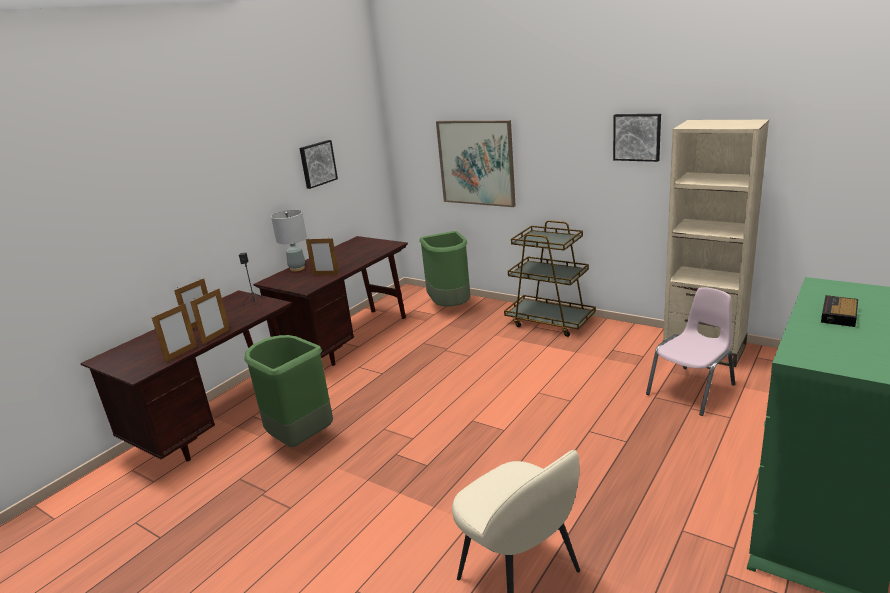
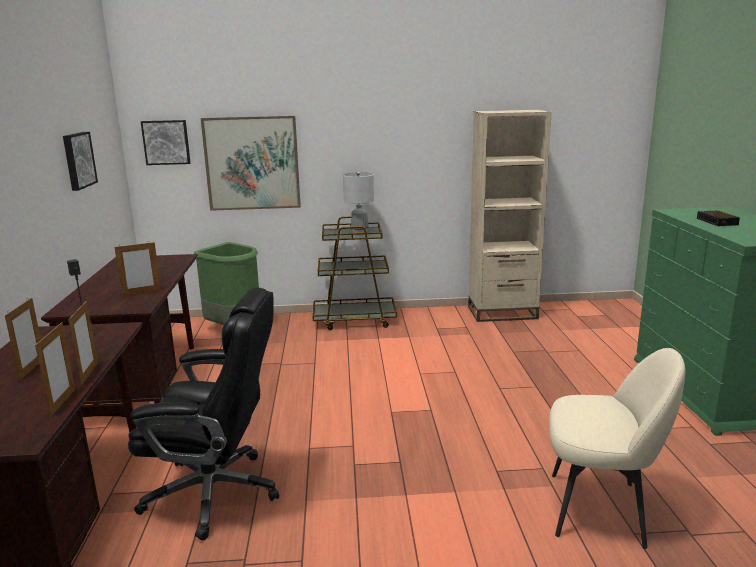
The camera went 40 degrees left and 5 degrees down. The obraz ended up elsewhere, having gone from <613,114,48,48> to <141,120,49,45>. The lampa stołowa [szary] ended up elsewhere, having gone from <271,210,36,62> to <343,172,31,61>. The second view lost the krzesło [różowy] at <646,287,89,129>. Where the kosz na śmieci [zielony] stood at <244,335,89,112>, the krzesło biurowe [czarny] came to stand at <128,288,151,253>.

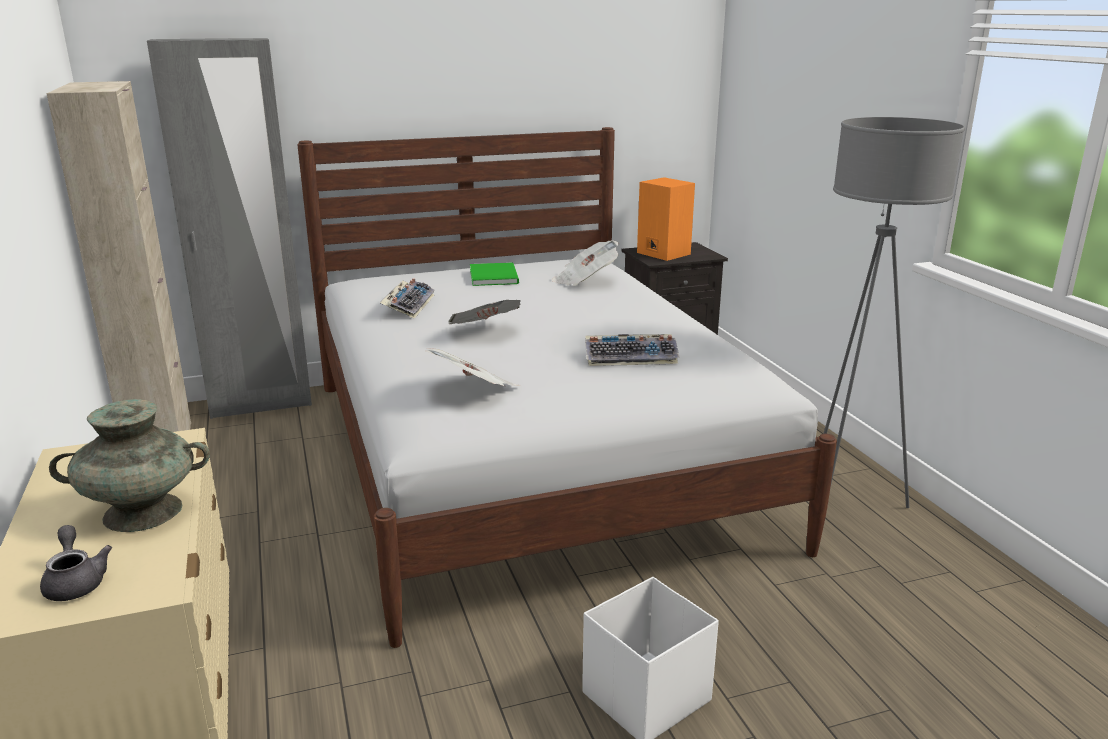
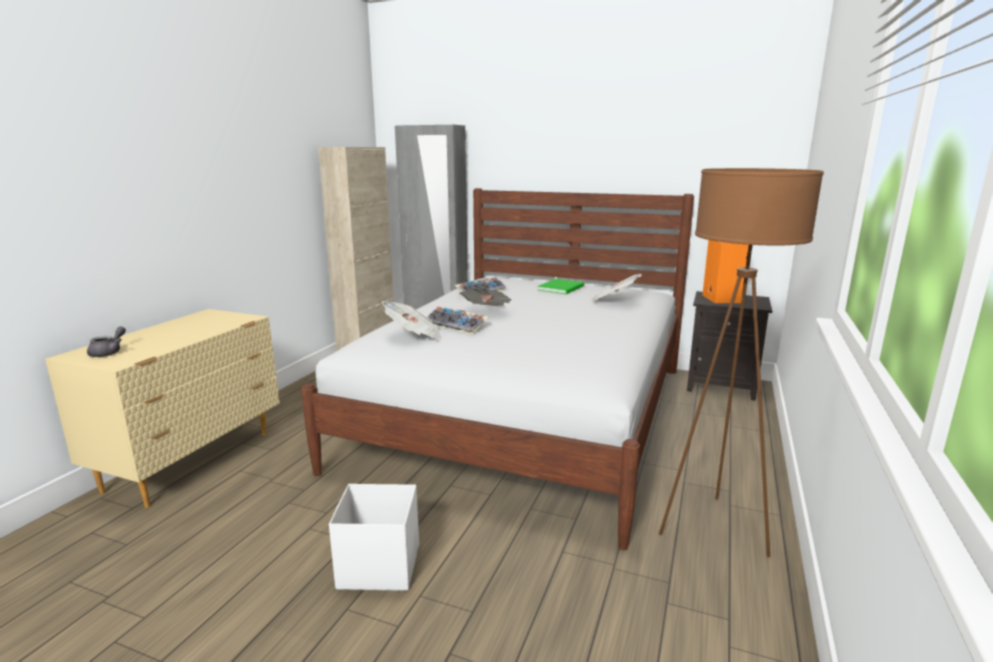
The camera went 40 degrees right and 5 degrees down. What was the lampa stojąca [szary] at <823,117,142,391> turned into the lampa stojąca [brązowy] at <659,168,165,389>. The klawiatura ended up elsewhere, having gone from <585,334,95,32> to <427,306,62,28>. The second view lost the wazon [turkusowy] at <49,399,161,133>.

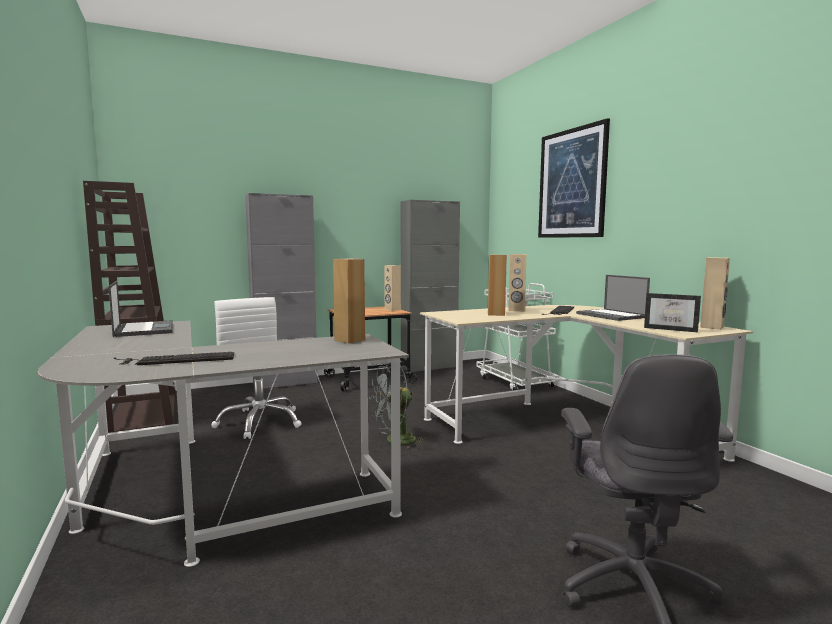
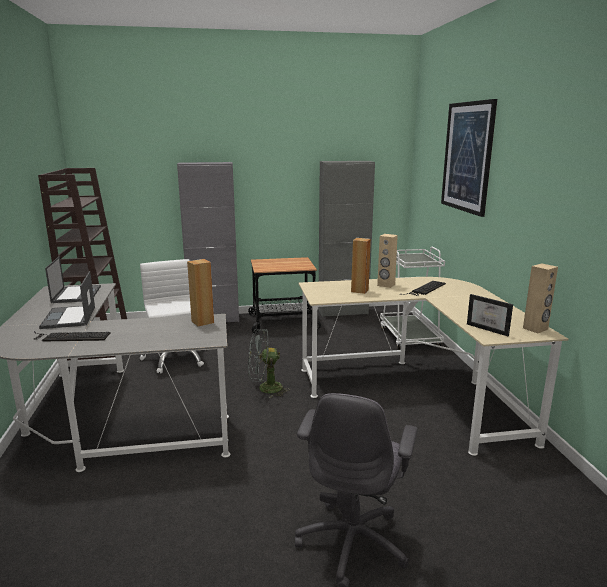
The camera went 15 degrees right and 10 degrees up. The second view lost the głośnik [beżowy] at <384,265,17,46>. The laptop ended up elsewhere, having gone from <576,275,74,46> to <39,271,56,58>.

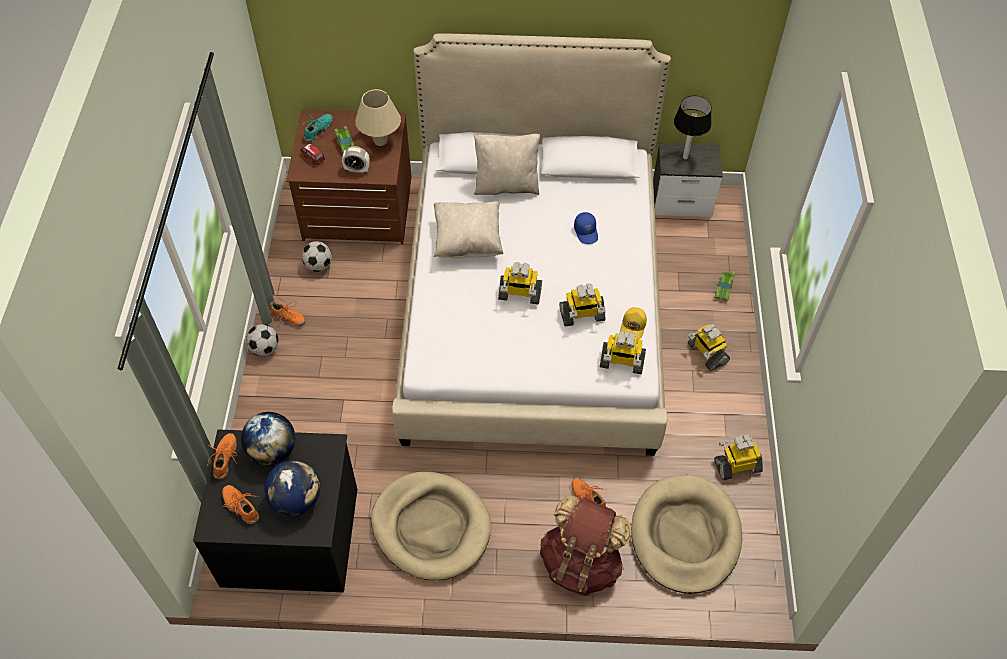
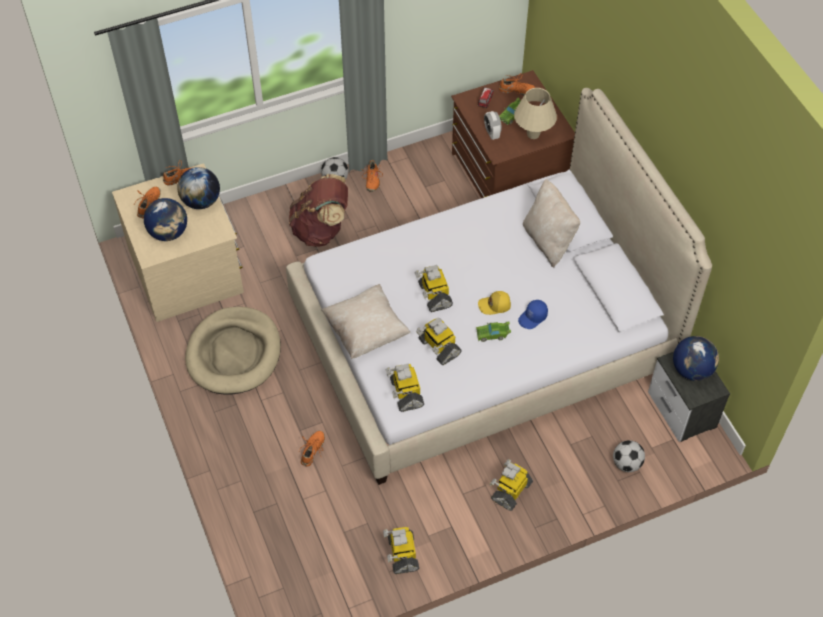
The camera went 65 degrees right and 0 degrees up. Where the lampa stołowa stood at <674,96,38,63>, the globus came to stand at <673,336,46,45>. What was the but [turkusowy] at <303,113,30,29> turned into the but [pomarańczowy] at <499,73,37,22>. The poduszka [beżowy] ended up elsewhere, having gone from <434,201,70,58> to <321,284,89,75>. The piłka futbolowa ended up elsewhere, having gone from <302,241,30,31> to <613,440,32,32>. The samochodzik [zielony] ended up elsewhere, having gone from <715,270,20,32> to <476,322,35,20>. The czapka z daszkiem [żółty] ended up elsewhere, having gone from <620,307,27,33> to <478,291,33,24>. What was the komoda [czarny] at <193,429,164,163> turned into the komoda [beżowy] at <112,163,132,159>. The robot zabawkowy at <714,435,49,45> ended up facing another way, 150 degrees counterclockwise from before. The second view lost the legowisko [beżowy] at <631,475,111,119>. The plecak [brązowy] ended up elsewhere, having gone from <540,495,92,101> to <289,174,59,73>.

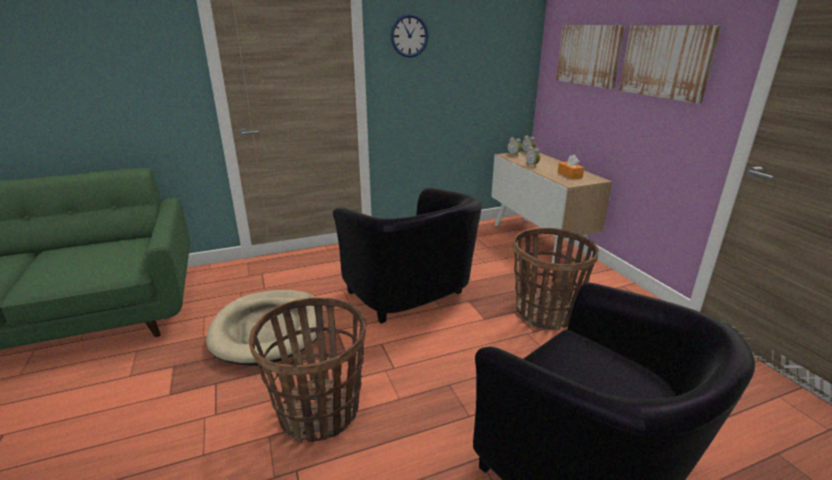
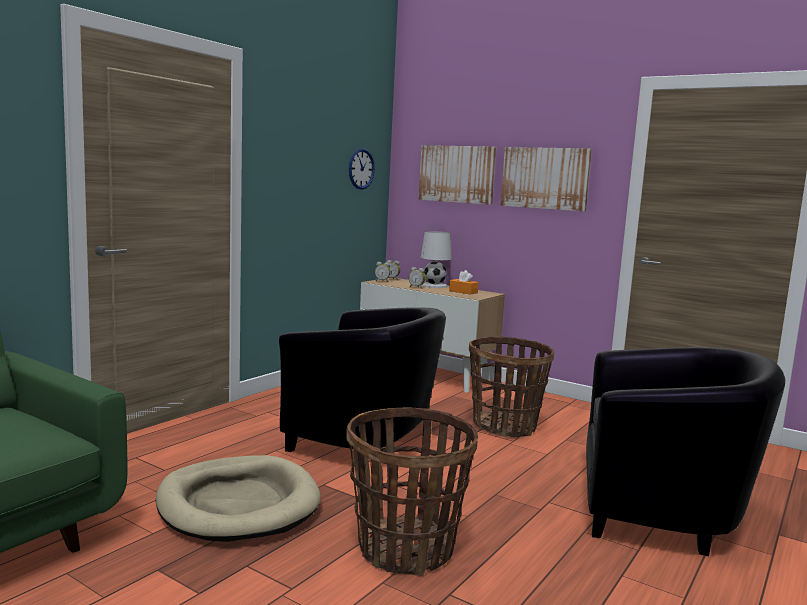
The camera went 35 degrees left and 15 degrees down. The zegar ścienny ended up elsewhere, having gone from <391,14,37,44> to <349,148,26,42>. The second view gained the lampa stołowa [biały] at <420,231,32,57>.

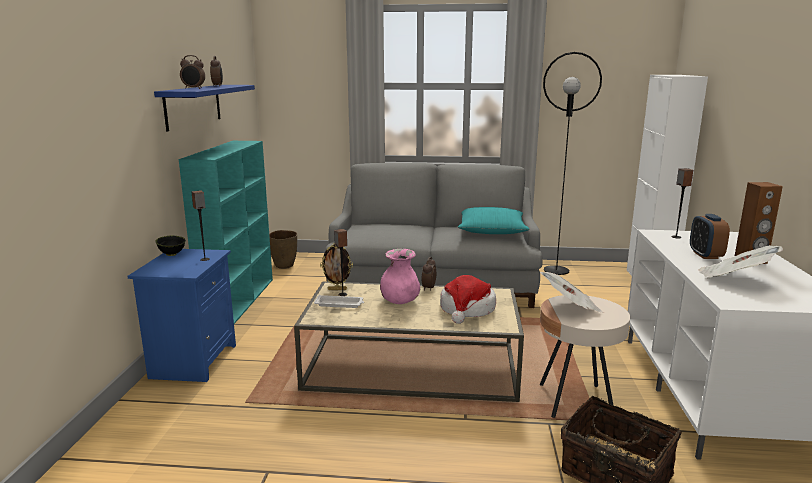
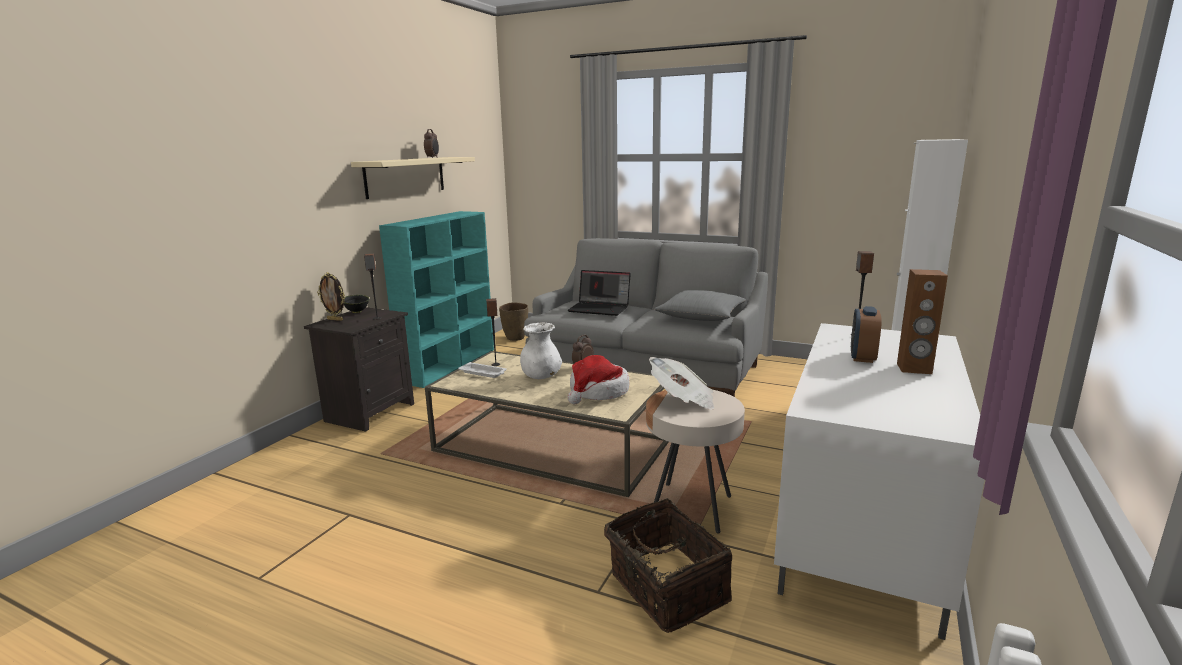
The camera went 20 degrees right and 0 degrees up. The second view lost the lampa stojąca [czarny] at <543,52,59,223>. The second view lost the budzik at <180,55,25,34>. What was the półka [niebieski] at <154,85,101,47> turned into the półka [beżowy] at <351,157,124,42>. What was the poduszka [turkusowy] at <458,207,72,27> turned into the poduszka [szary] at <654,290,92,31>. The ramka na zdjęcie ended up elsewhere, having gone from <320,243,33,47> to <317,272,28,49>. The second view lost the gazeta at <699,245,84,33>. What was the szafka nocna [niebieski] at <128,249,108,133> turned into the szafka nocna [czarny] at <304,307,110,125>. What was the wazon [różowy] at <380,249,40,55> turned into the wazon [biały] at <520,323,42,56>. The second view gained the laptop at <567,270,64,46>.

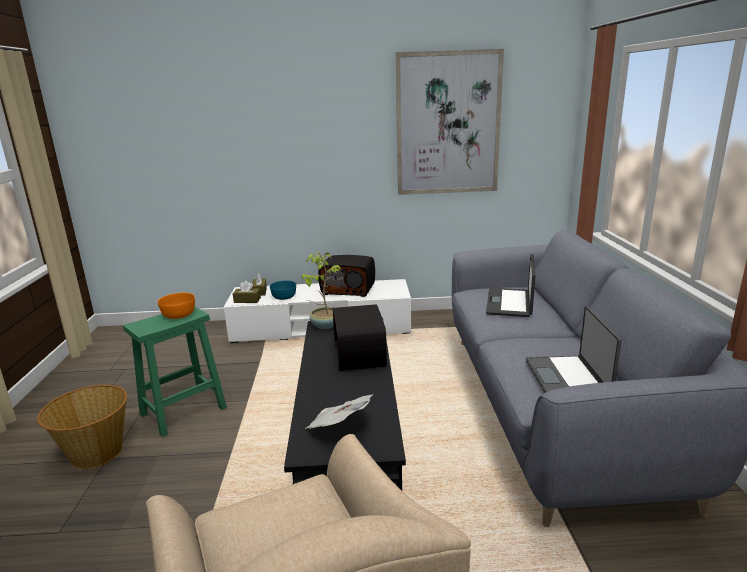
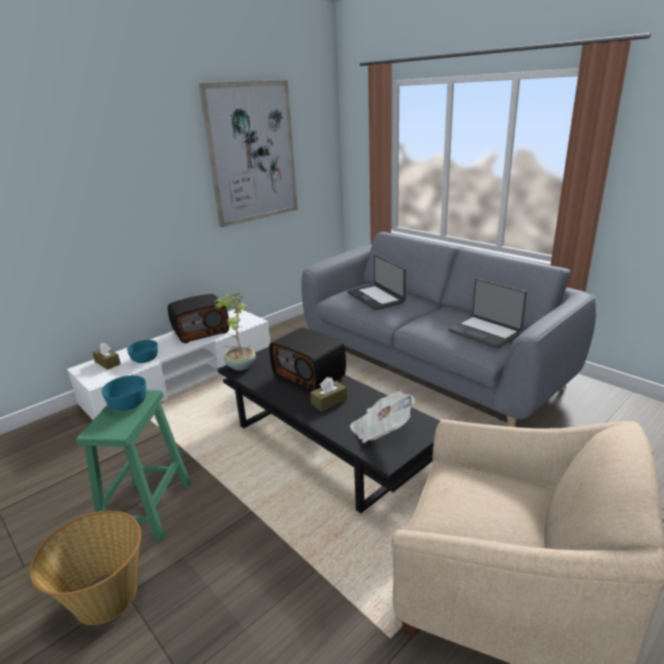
The camera went 40 degrees left and 5 degrees up. The pudełko chusteczek [brązowy] ended up elsewhere, having gone from <233,281,28,22> to <310,377,37,35>. What was the miska [pomarańczowy] at <158,293,37,26> turned into the miska [turkusowy] at <101,375,45,36>.

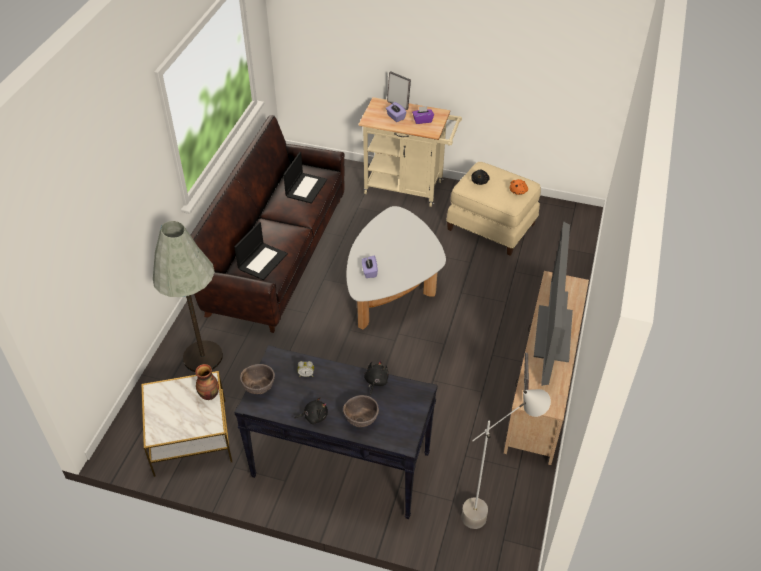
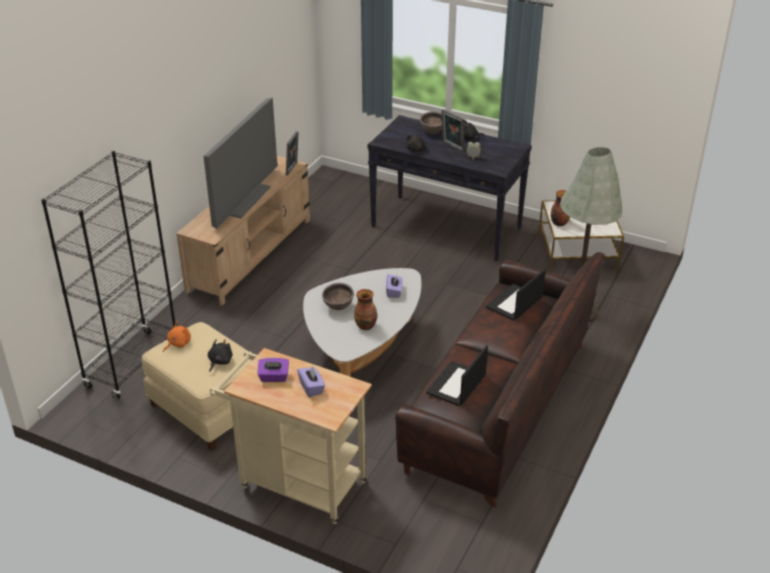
The camera went 170 degrees left and 10 degrees down. The ramka na zdjęcie ended up elsewhere, having gone from <387,71,24,39> to <441,109,23,42>. The miska [brązowy] ended up elsewhere, having gone from <240,364,35,30> to <322,283,32,27>. The second view lost the lampa stojąca [szary] at <461,389,90,140>. The second view gained the regał [czarny] at <41,151,134,248>. The second view gained the wazon at <354,289,23,41>.

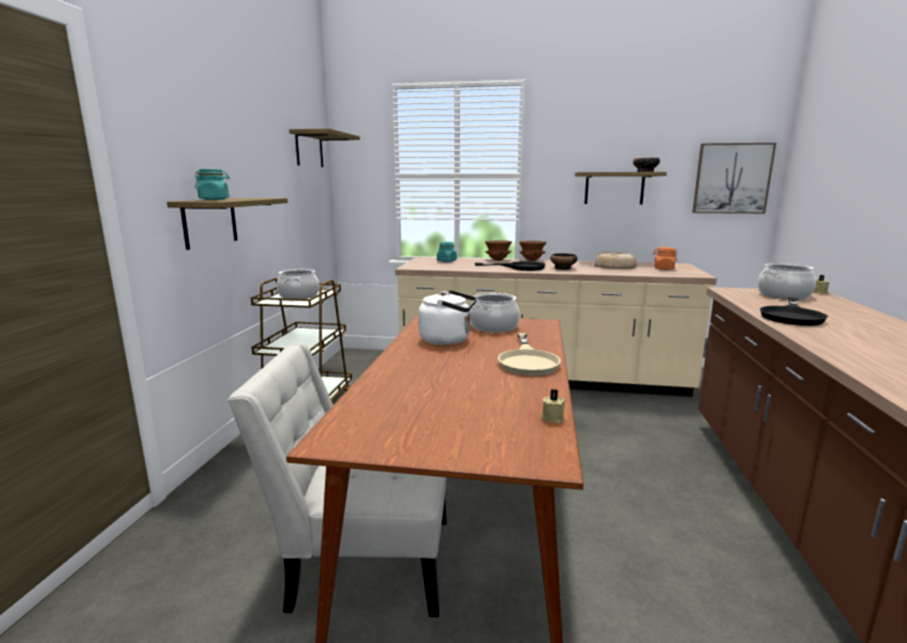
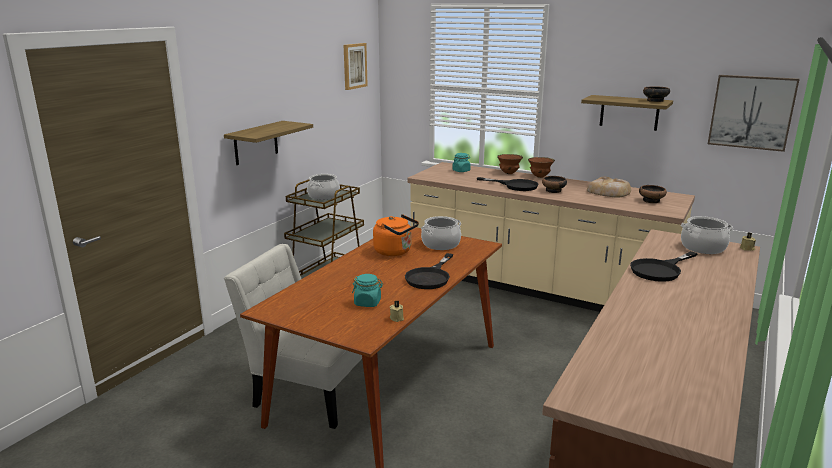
The camera went 20 degrees right and 5 degrees up. Where the półka hung at <289,128,71,39>, the obraz came to hang at <344,43,24,47>. The słoik [turkusowy] ended up elsewhere, having gone from <195,169,35,31> to <352,274,31,33>. Where the słoik [pomarańczowy] stood at <653,247,25,23>, the miska came to stand at <639,185,28,18>. What was the czajnik [biały] at <418,290,59,55> turned into the czajnik [pomarańczowy] at <373,214,46,42>. What was the patelnia [beżowy] at <498,333,63,43> turned into the patelnia [czarny] at <405,253,48,36>.

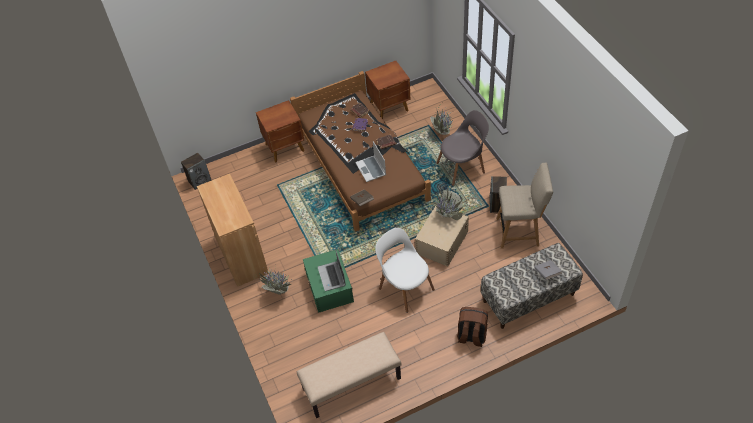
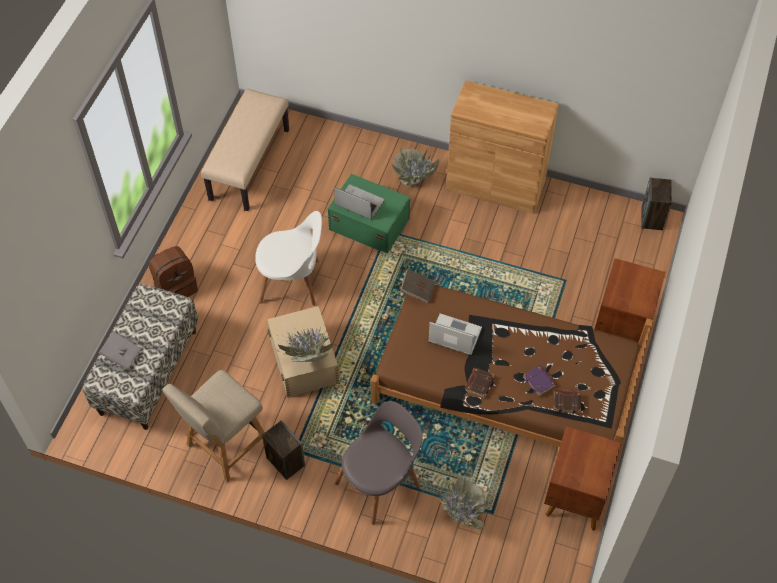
The camera went 130 degrees right and 5 degrees up. The krzesło [szary] at <436,110,53,76> ended up facing another way, 150 degrees counterclockwise from before.

